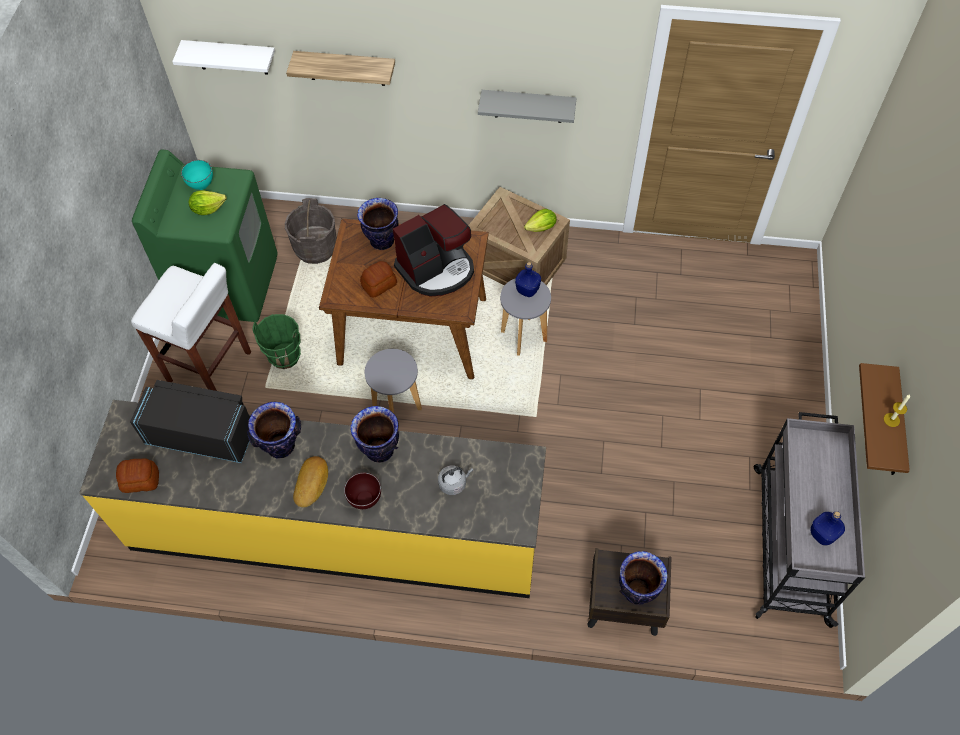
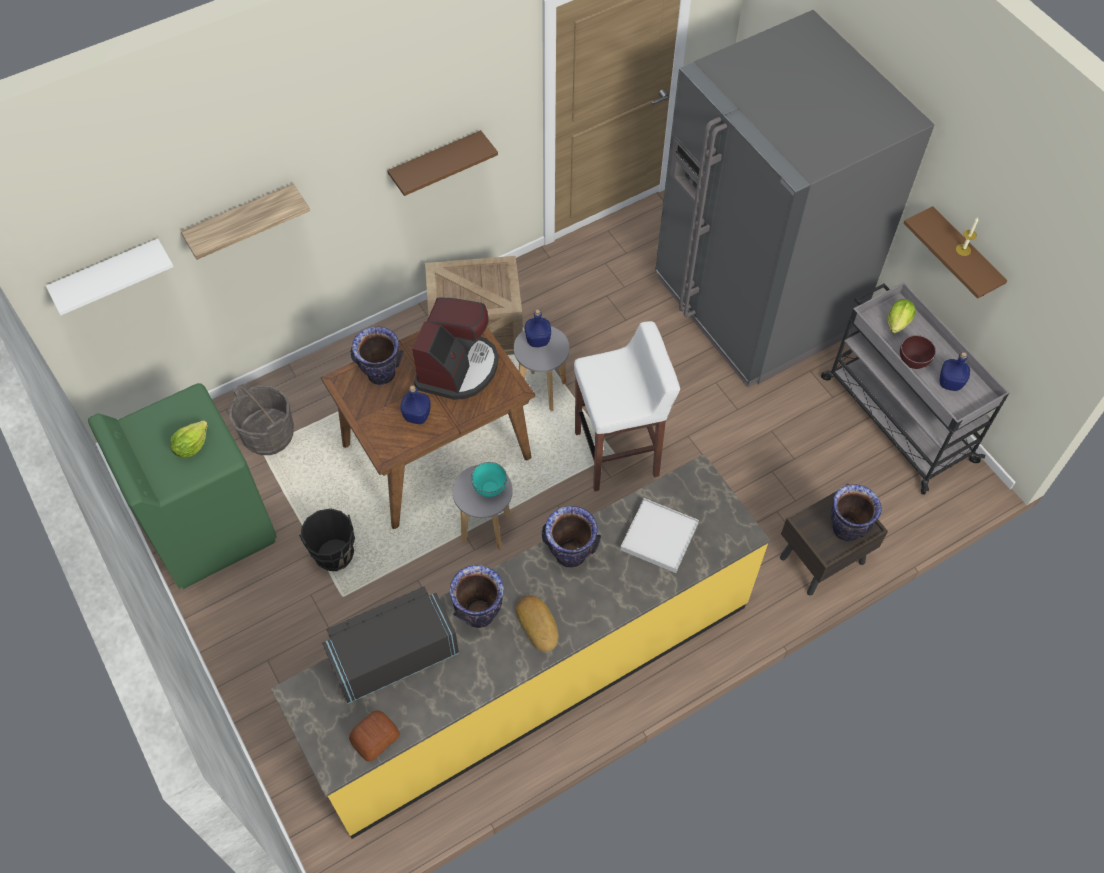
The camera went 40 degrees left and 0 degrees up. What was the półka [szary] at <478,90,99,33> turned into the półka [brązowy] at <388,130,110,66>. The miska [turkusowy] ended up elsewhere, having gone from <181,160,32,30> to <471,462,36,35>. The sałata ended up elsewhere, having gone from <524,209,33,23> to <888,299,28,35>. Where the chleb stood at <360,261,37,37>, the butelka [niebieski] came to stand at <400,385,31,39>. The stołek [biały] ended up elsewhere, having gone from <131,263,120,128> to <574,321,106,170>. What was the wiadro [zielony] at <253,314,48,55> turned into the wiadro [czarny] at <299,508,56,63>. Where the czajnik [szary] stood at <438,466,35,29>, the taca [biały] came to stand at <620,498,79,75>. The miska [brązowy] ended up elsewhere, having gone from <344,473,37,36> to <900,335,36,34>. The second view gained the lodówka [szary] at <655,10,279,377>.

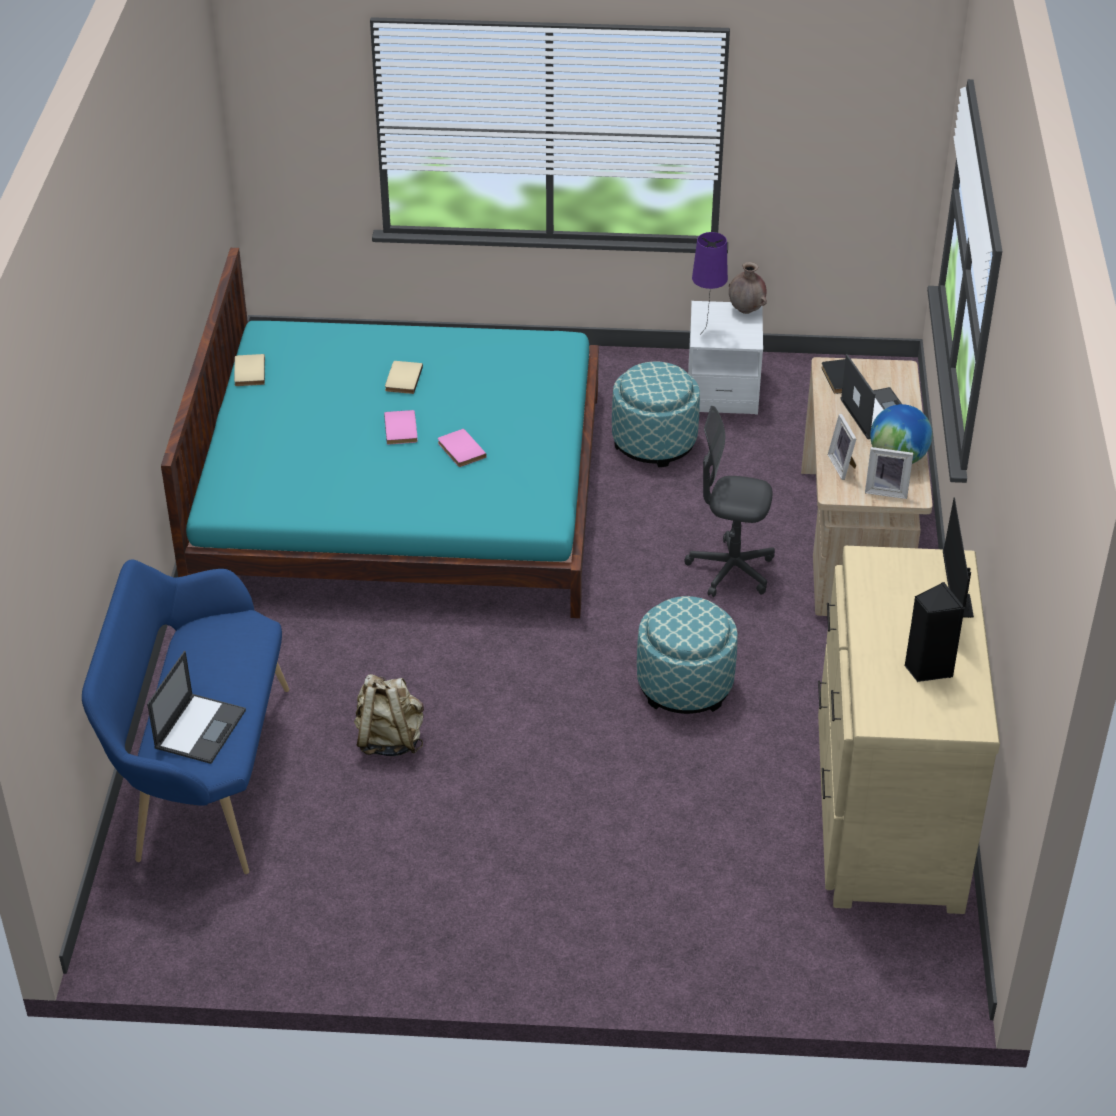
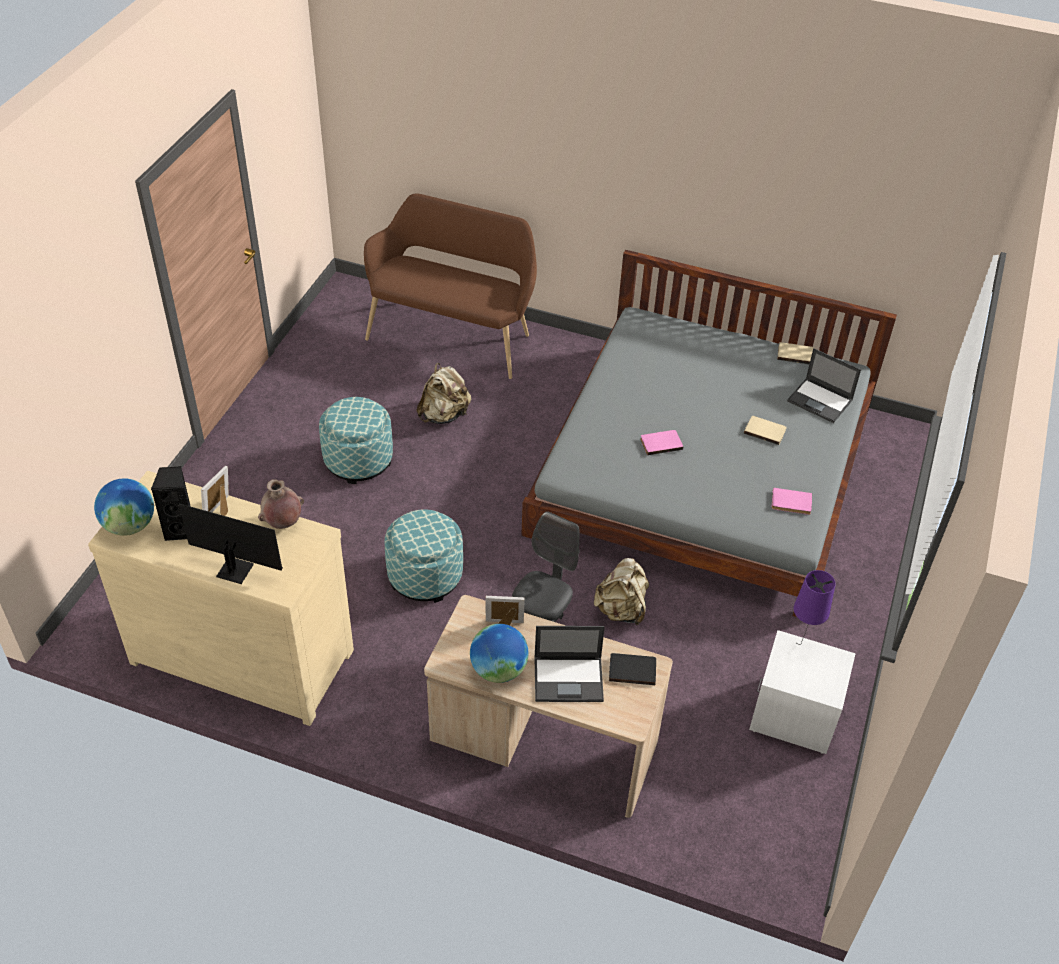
The camera went 105 degrees right and 5 degrees up. What was the łóżko [turkusowy] at <161,248,438,370> turned into the łóżko [szary] at <521,250,376,367>. The wazon [brązowy] ended up elsewhere, having gone from <729,262,38,52> to <258,479,46,50>. The pufa ended up elsewhere, having gone from <612,361,88,106> to <319,397,74,87>. The książka [różowy] ended up elsewhere, having gone from <384,410,34,35> to <771,488,41,27>. The ramka na zdjęcie ended up elsewhere, having gone from <865,447,48,52> to <201,466,28,50>. What was the ławka [niebieski] at <82,559,207,315> turned into the ławka [brązowy] at <364,194,173,185>. The laptop ended up elsewhere, having gone from <147,651,99,113> to <787,348,74,75>. The second view gained the globus at <94,478,60,58>. The second view gained the plecak [beżowy] at <594,558,55,67>.

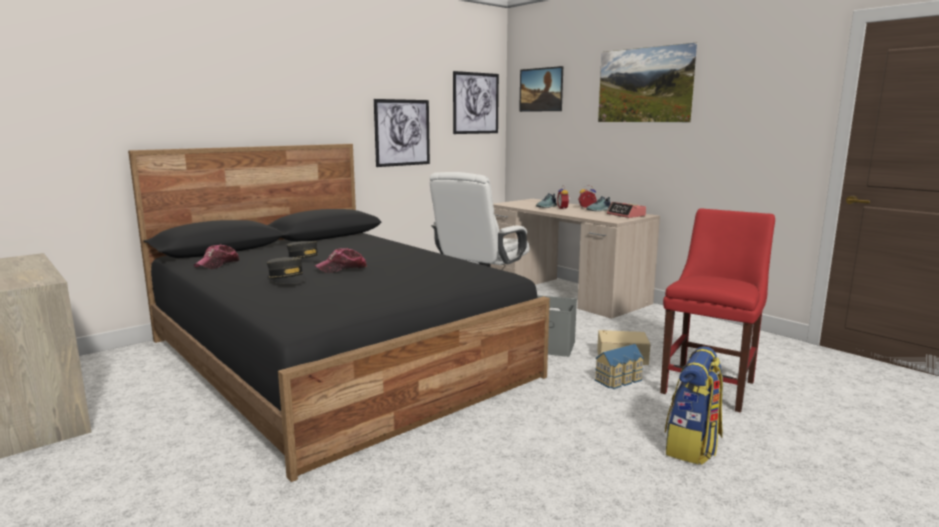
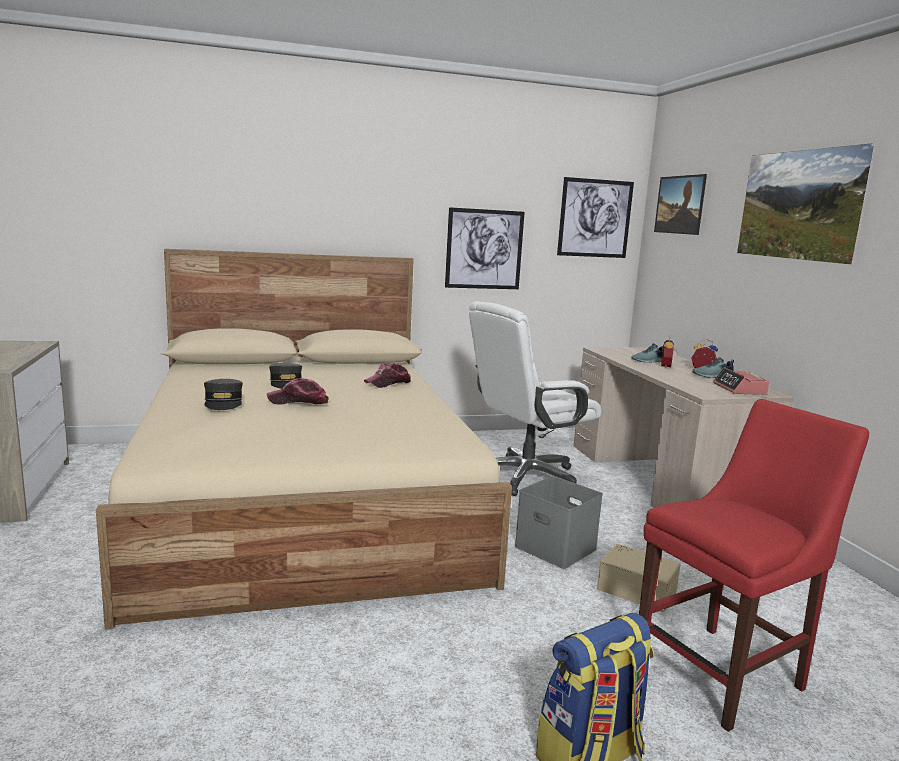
The camera went 25 degrees right and 0 degrees up. What was the łóżko [czarny] at <128,144,422,338> turned into the łóżko [beżowy] at <96,249,416,381>. The czapka z daszkiem ended up elsewhere, having gone from <194,244,45,25> to <364,363,47,25>. The second view lost the domek at <595,344,49,45>.

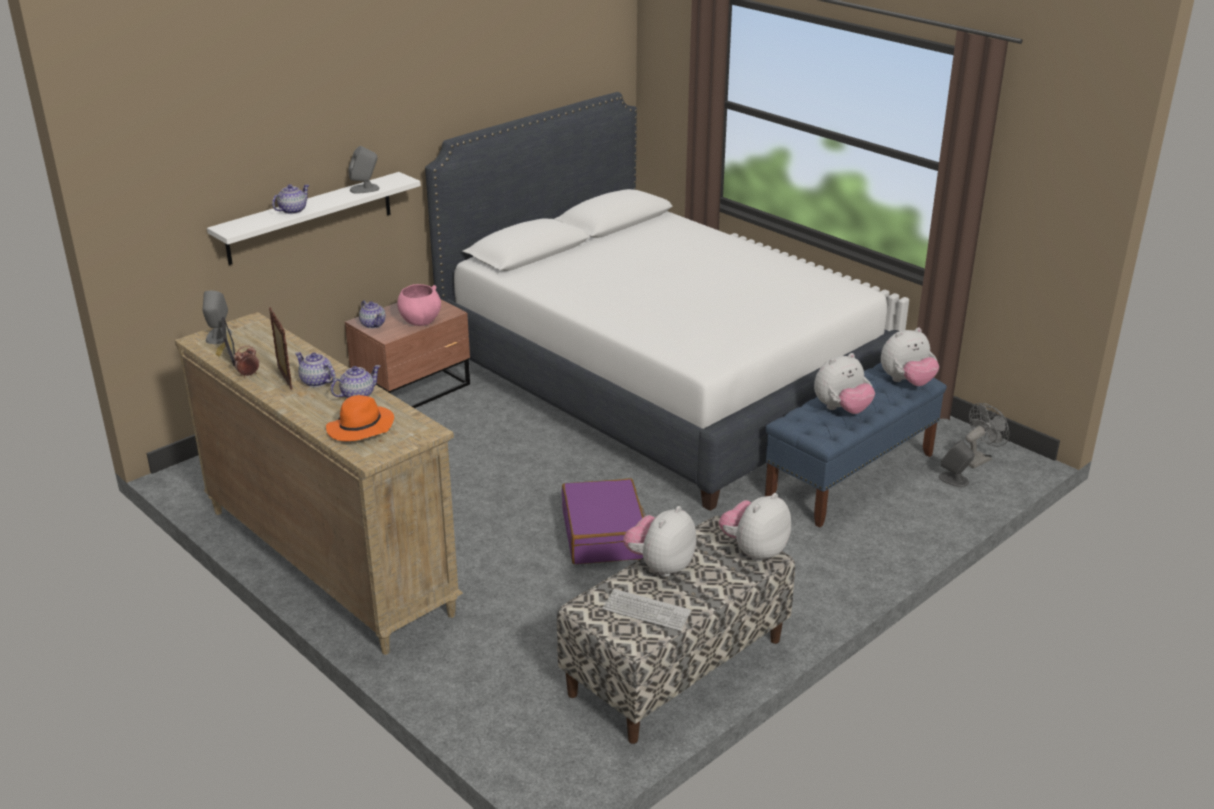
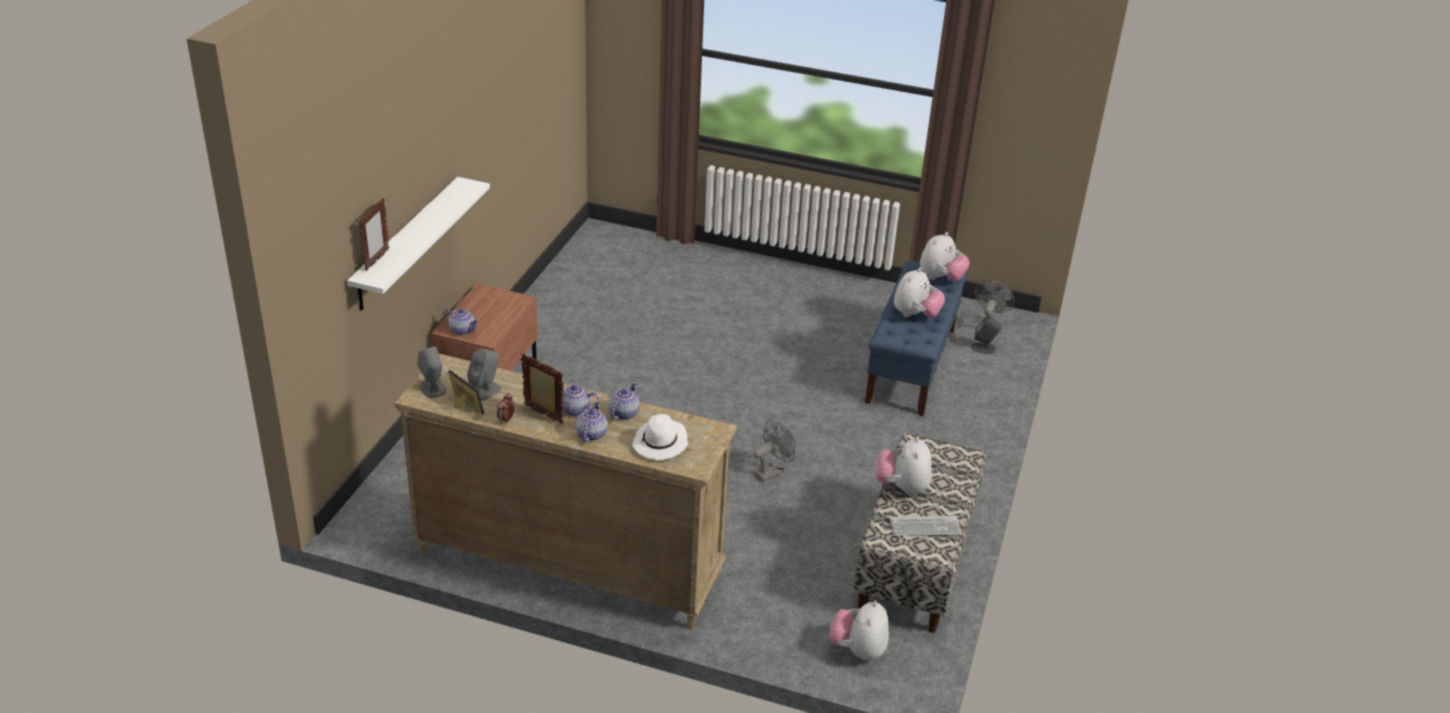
The camera went 30 degrees left and 5 degrees up. The second view lost the łóżko [biały] at <425,92,474,419>. The głośnik [szary] ended up elsewhere, having gone from <348,146,31,47> to <467,349,34,52>. The imbryk ended up elsewhere, having gone from <272,184,37,30> to <576,401,32,41>. The second view lost the miska [różowy] at <397,284,44,42>. What was the kapelusz [pomarańczowy] at <326,395,68,46> turned into the kapelusz [biały] at <632,414,56,46>. Where the walizka [fioletowy] stood at <561,478,85,86>, the wentylator [szary] came to stand at <753,420,43,62>. The pluszak ended up elsewhere, having gone from <719,493,72,69> to <829,601,60,59>. The second view gained the ramka na zdjęcie at <359,198,30,73>.

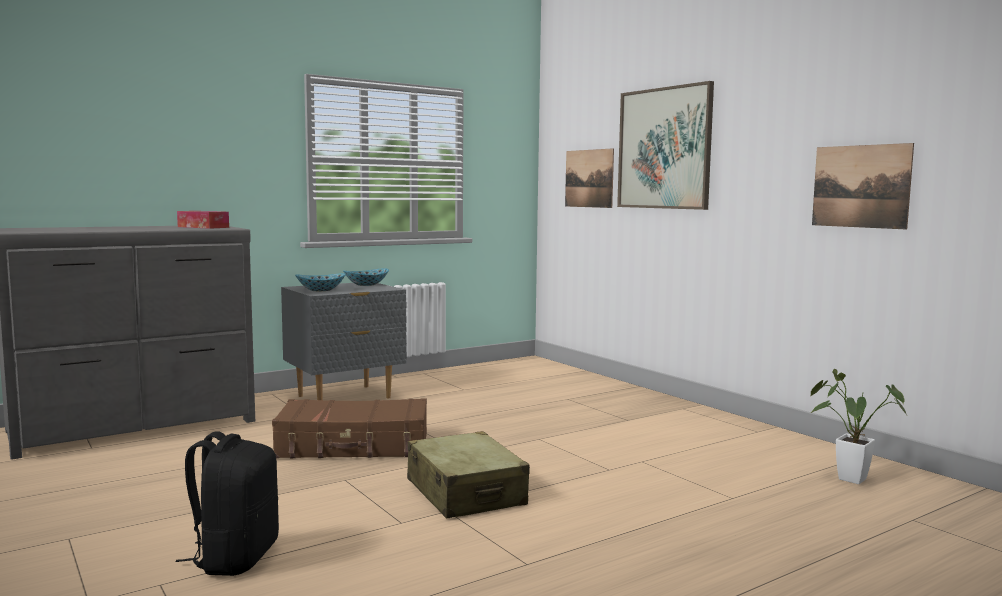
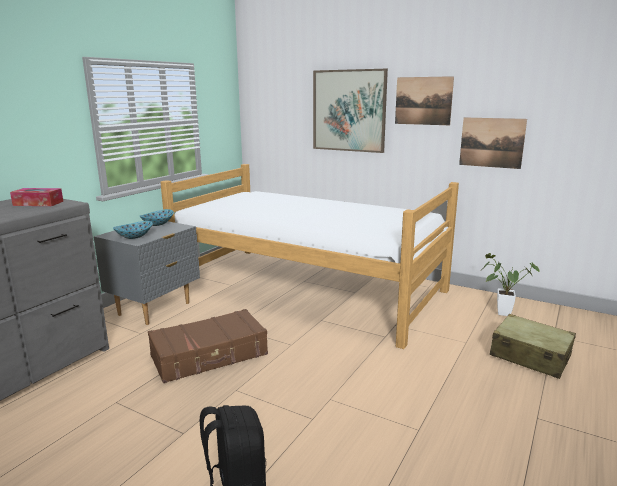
The camera went 25 degrees left and 10 degrees up. The obraz ended up elsewhere, having gone from <565,148,49,60> to <395,76,59,49>. The walizka [beżowy] ended up elsewhere, having gone from <407,431,123,87> to <490,314,86,65>. The second view gained the łóżko at <160,164,299,185>.

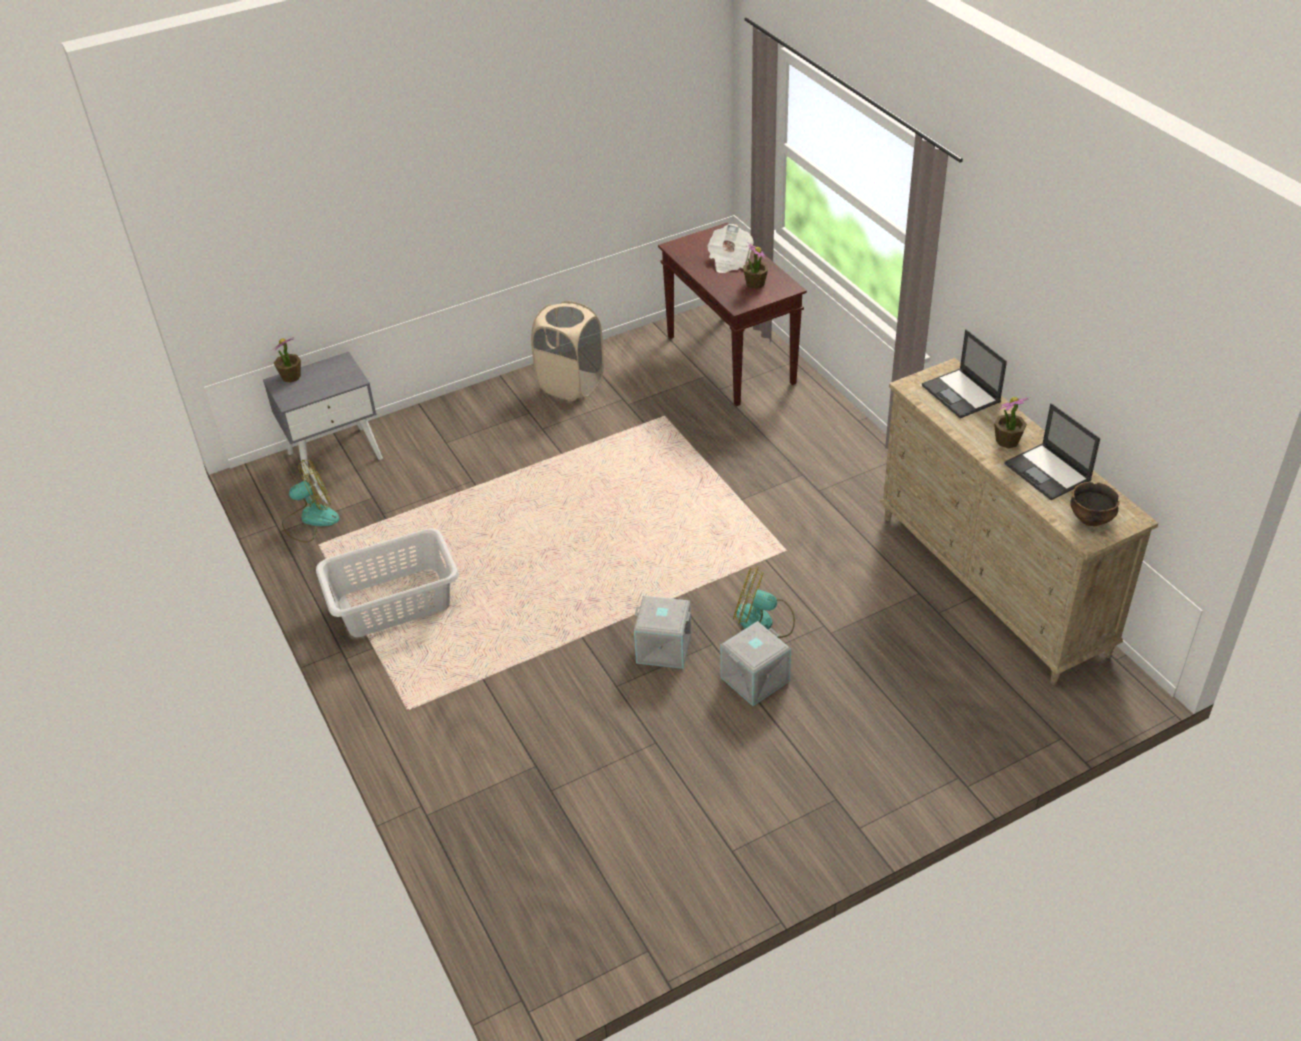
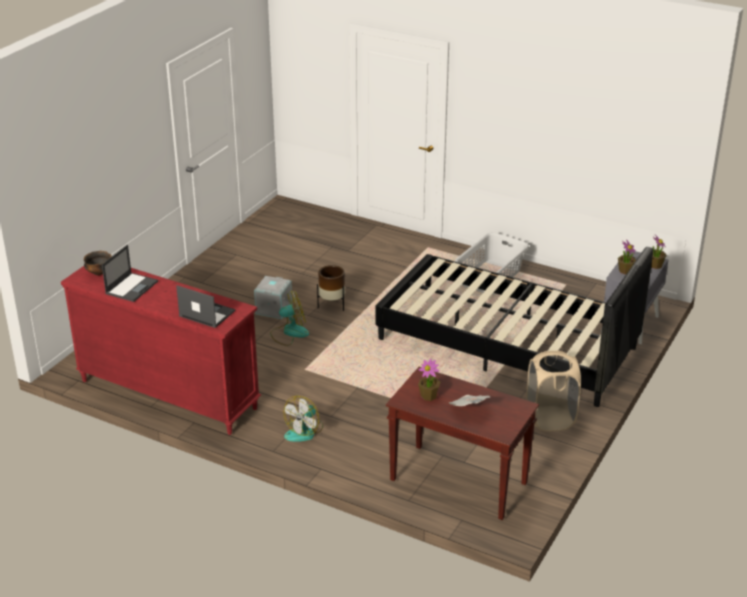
The camera went 145 degrees right and 10 degrees down. What was the komoda [beżowy] at <880,358,279,327> turned into the komoda [czerwony] at <61,266,200,169>. The roślina doniczkowa ended up elsewhere, having gone from <994,397,36,51> to <618,239,18,36>. The laptop at <1004,403,96,97> ended up facing another way, 90 degrees clockwise from before. The wentylator ended up elsewhere, having gone from <282,460,57,82> to <283,396,40,46>. Where the pojemnik do przechowywania [szary] stood at <634,596,57,73>, the donica [brązowy] came to stand at <317,265,28,46>. The second view gained the łóżko [czarny] at <375,247,278,160>.

